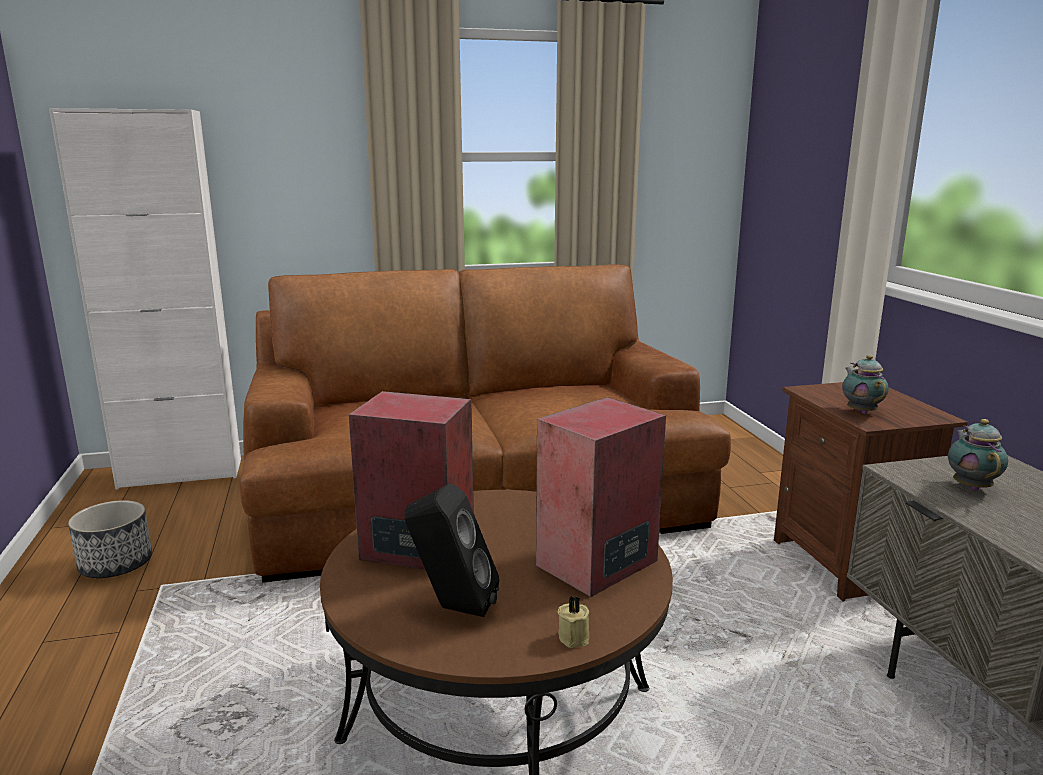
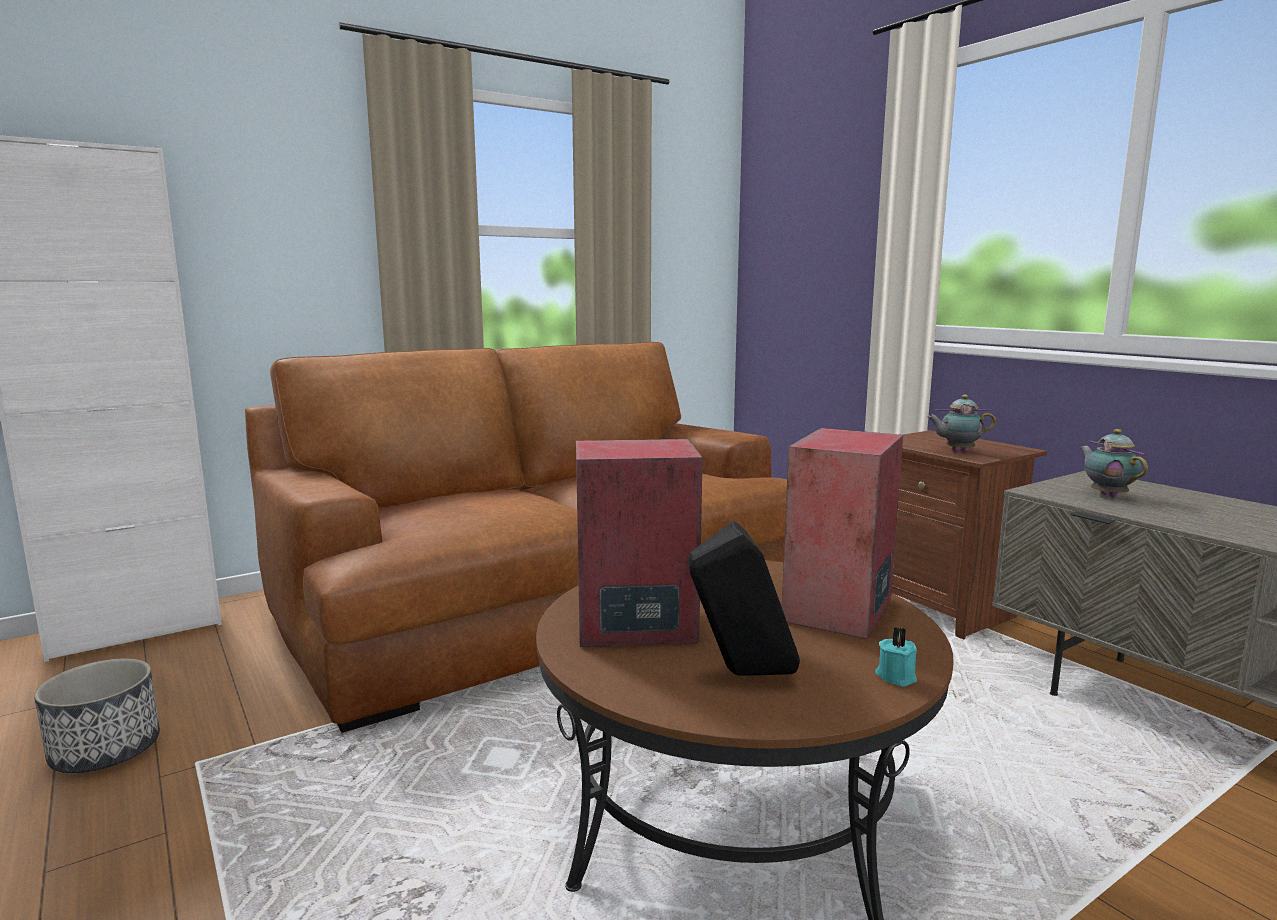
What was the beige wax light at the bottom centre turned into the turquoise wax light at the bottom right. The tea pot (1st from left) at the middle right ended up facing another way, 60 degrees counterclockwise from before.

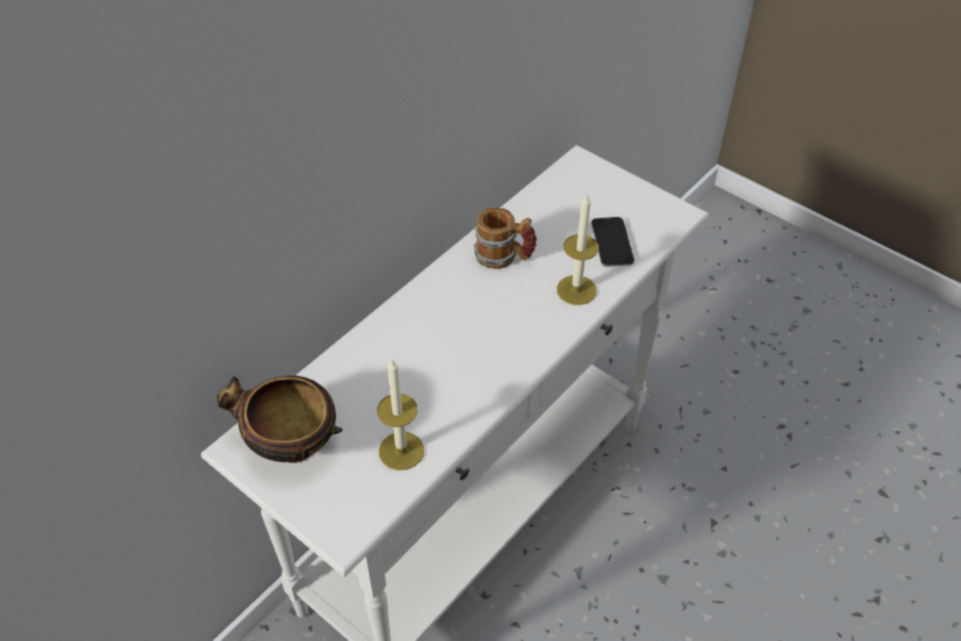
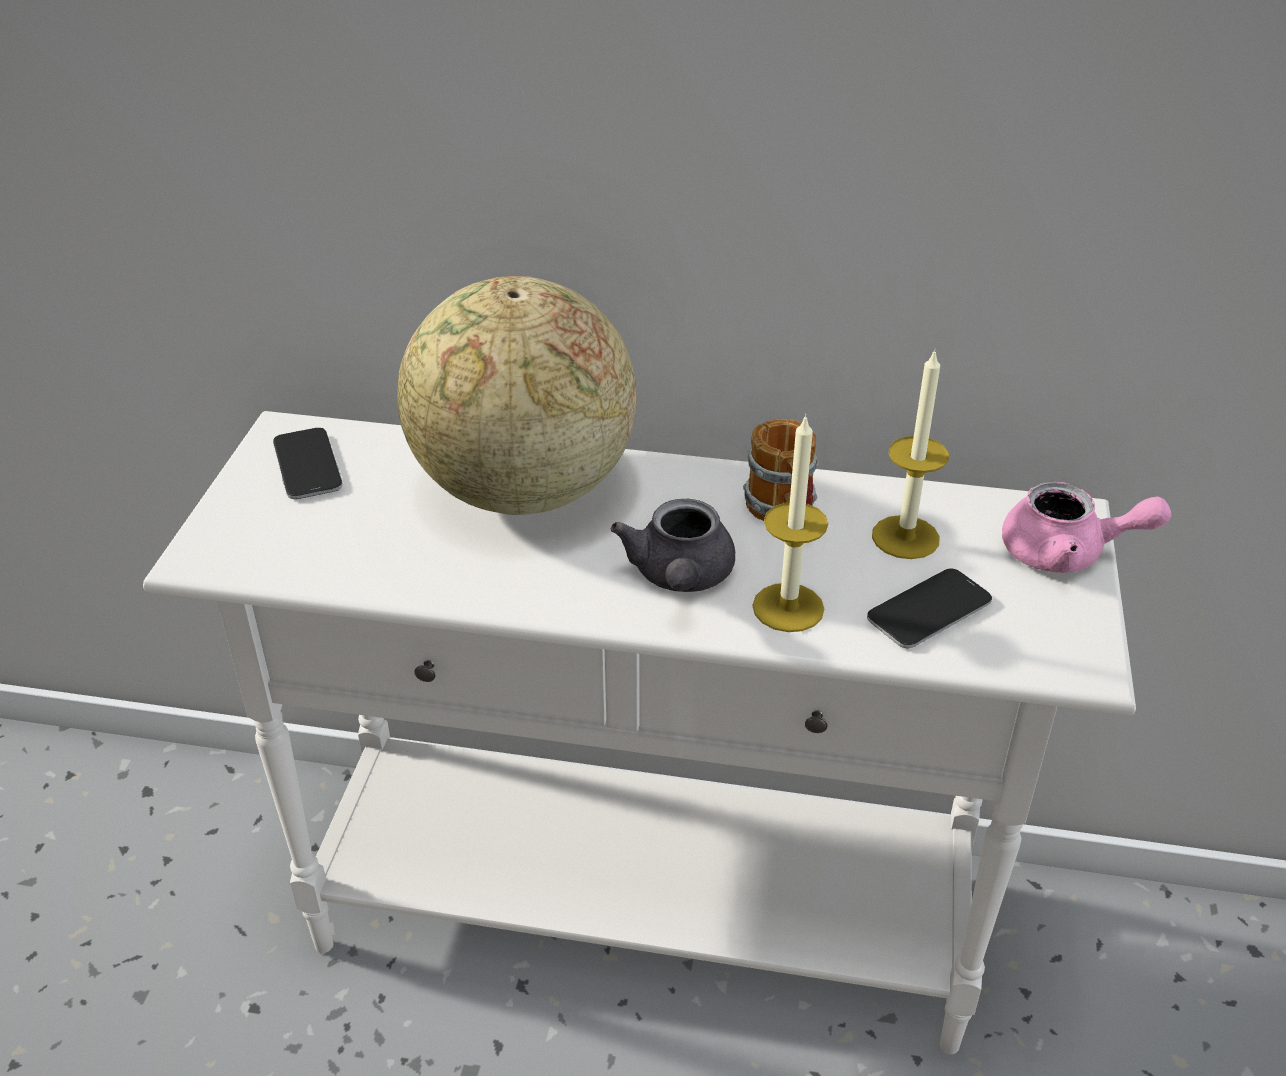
Where the bowl stood at the middle left, the telephone (1st from left) came to stand at the middle left. The wax light (1st from left in the first image) ended up elsewhere, having gone from the centre to the middle right. The second view gained the desk globe at the centre. The second view gained the grey tea pot at the centre. The second view gained the pinkish tea pot at the middle right.

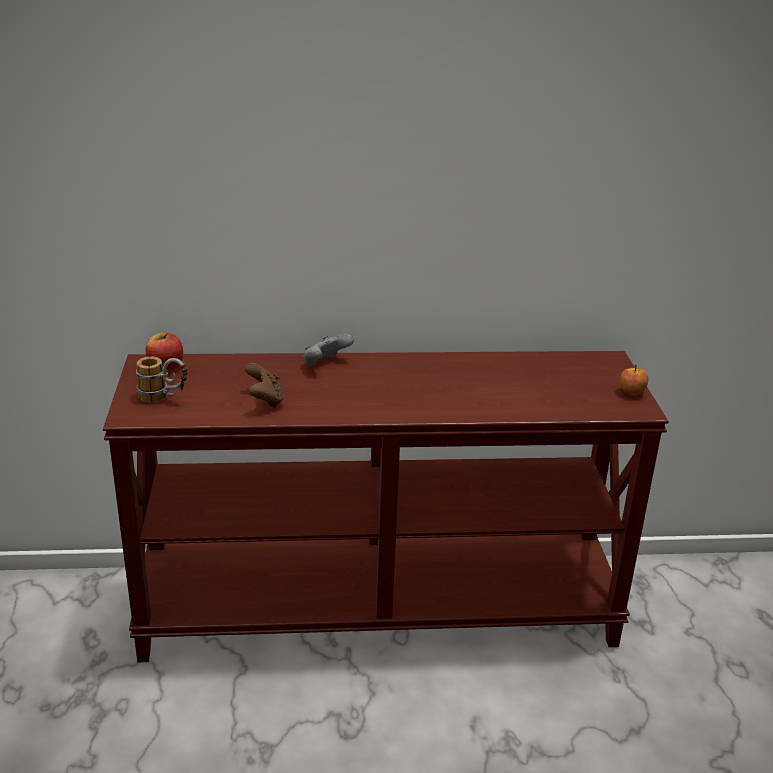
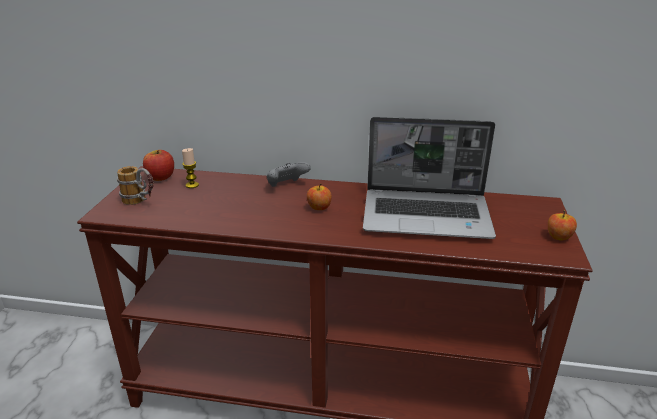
The second view lost the brown gamepad at the centre. The second view gained the wax light at the middle left. The second view gained the apple (2nd from left) at the centre. The second view gained the laptop at the centre.

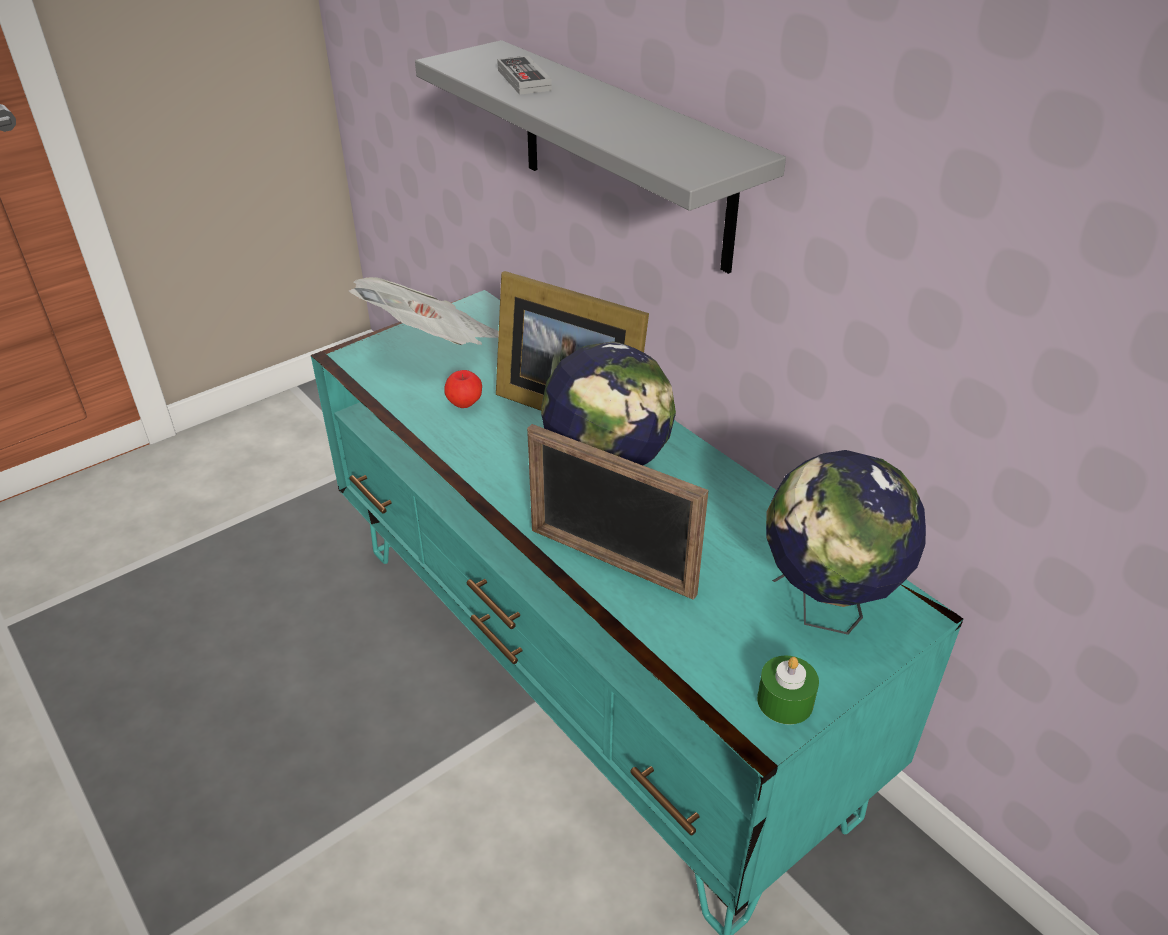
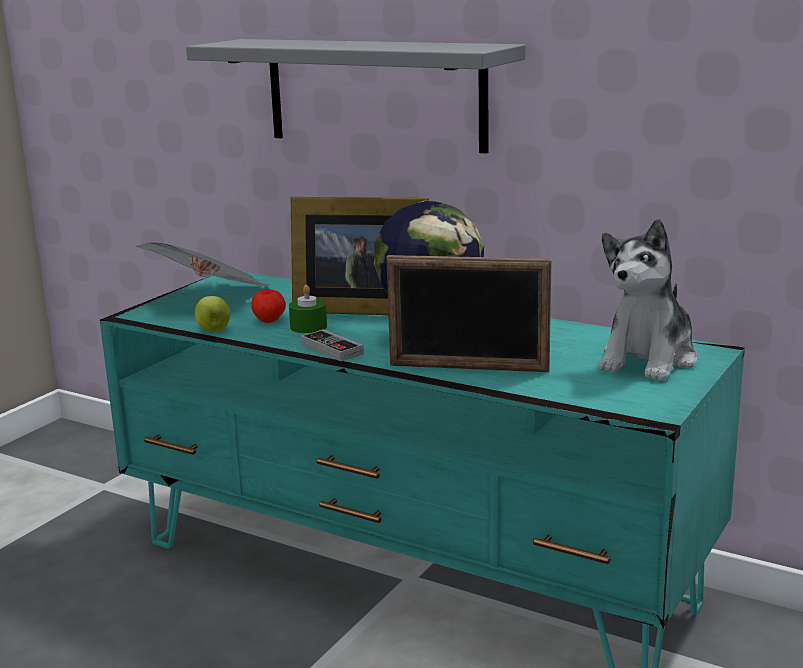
The gamepad ended up elsewhere, having gone from the top centre to the centre. The greenish wax light ended up elsewhere, having gone from the bottom right to the centre. Where the desk globe (2nd from left) stood at the middle right, the plush toy came to stand at the middle right. The second view gained the apple (1st from left) at the middle left.

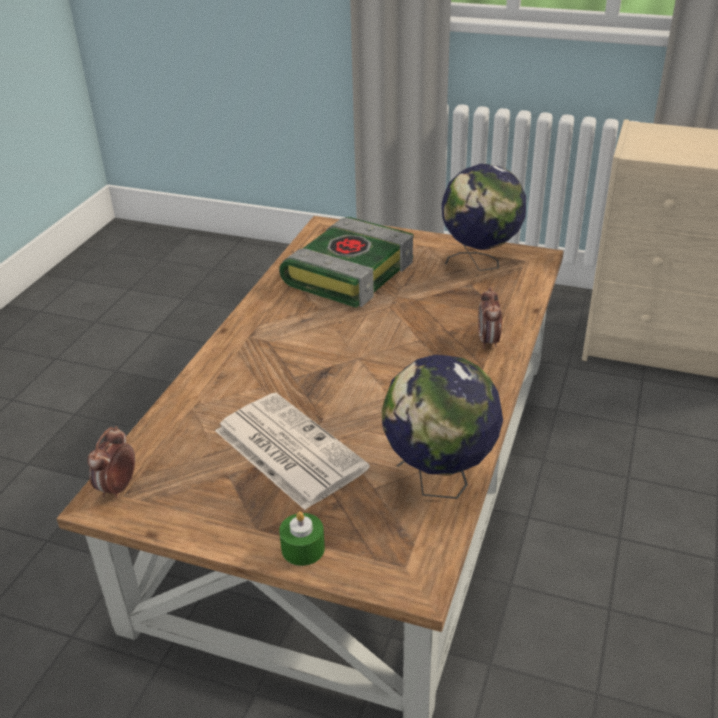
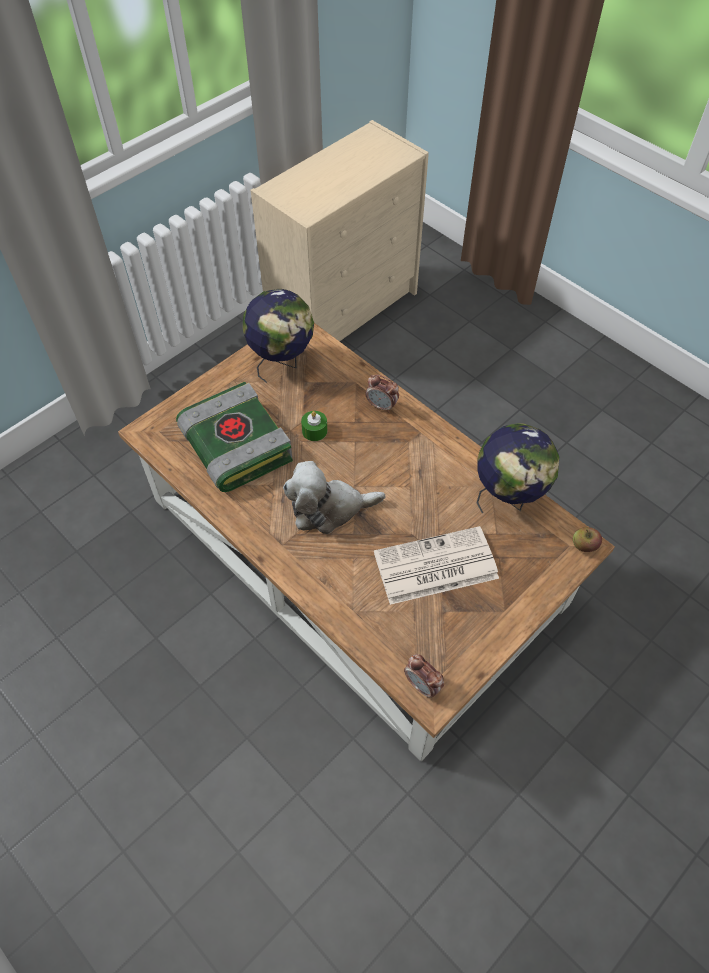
The greenish wax light ended up elsewhere, having gone from the bottom centre to the centre. The second view gained the plush toy at the centre. The second view gained the apple at the middle right.

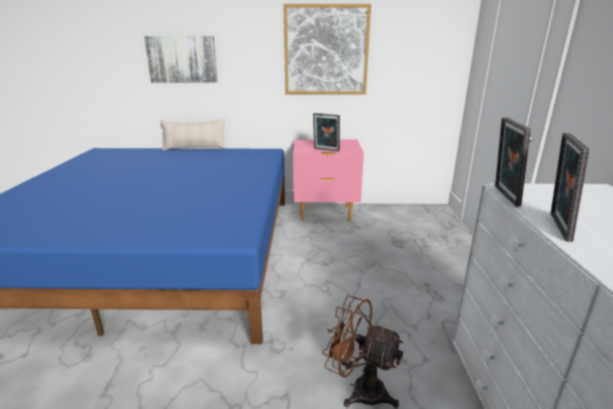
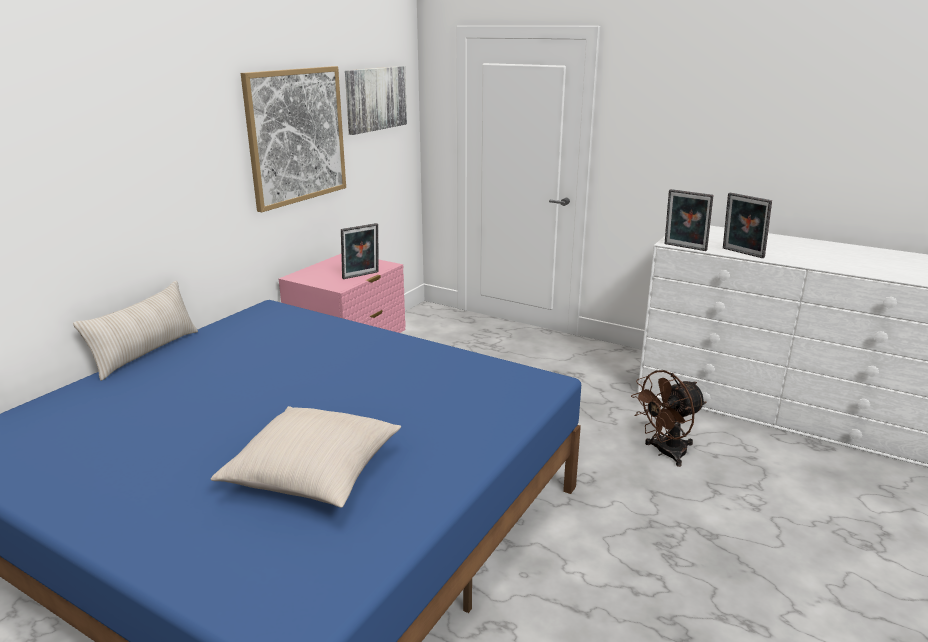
The wall picture (1st from left in the first image) ended up elsewhere, having gone from the top left to the top centre. The second view gained the beige throw pillow (2nd from left) at the bottom left.

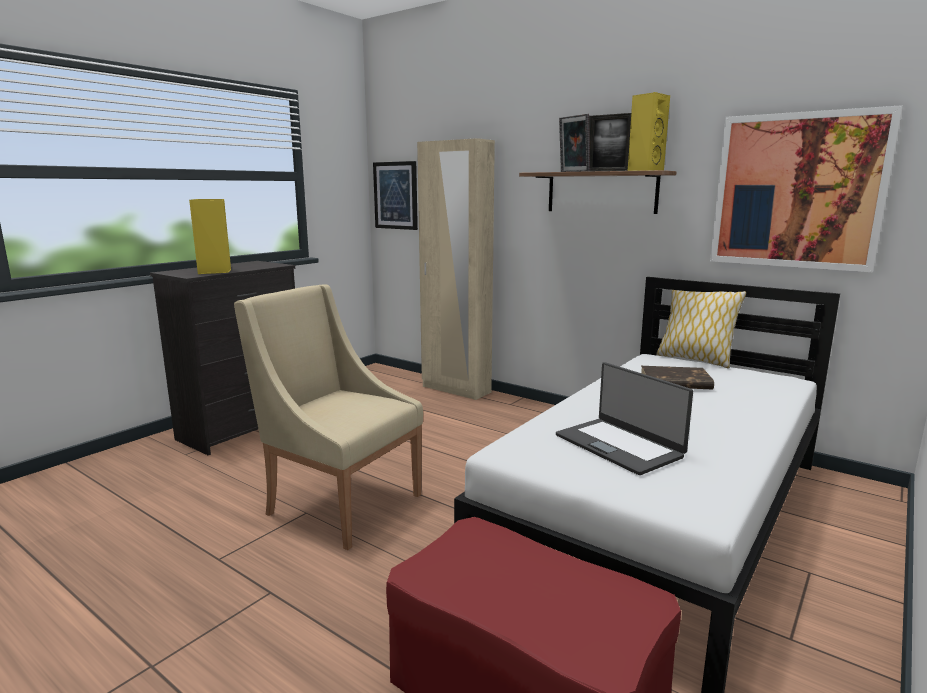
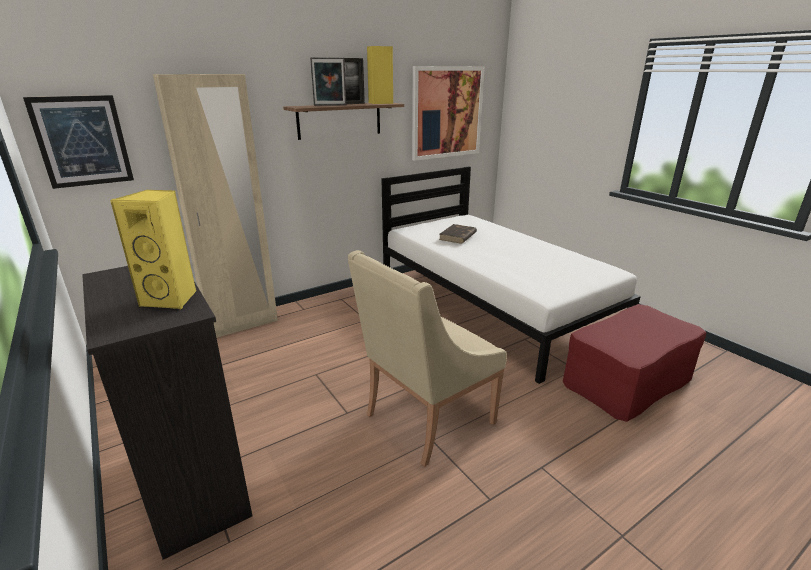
The second view lost the laptop at the middle right. The second view lost the throw pillow at the middle right.

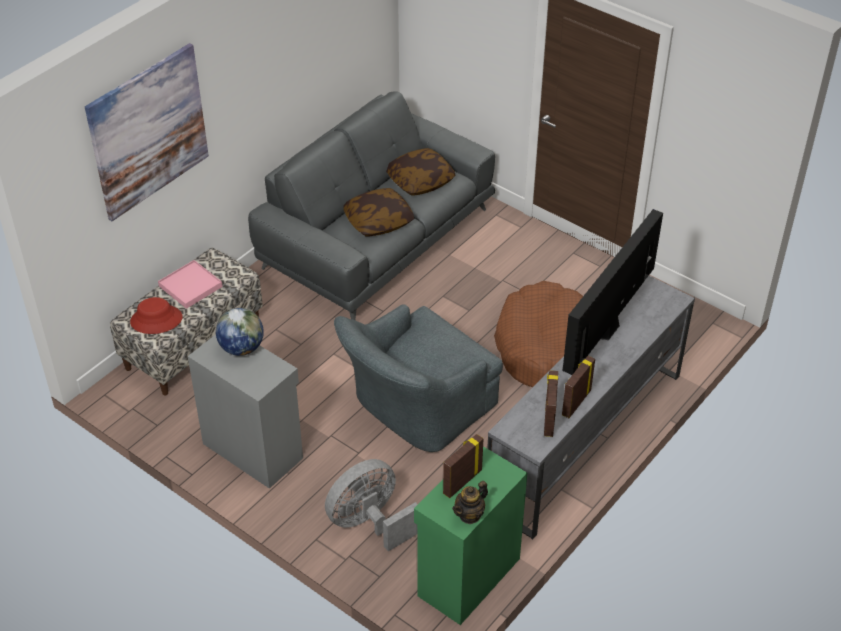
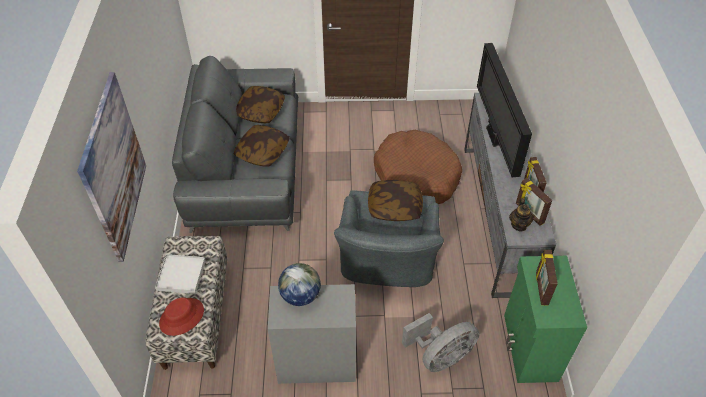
What was the pinkish serving tray at the middle left turned into the whitish serving tray at the bottom left. The grey electric fan at the bottom centre ended up facing another way, 135 degrees counterclockwise from before. The tea pot ended up elsewhere, having gone from the bottom centre to the middle right. The second view gained the throw pillow (3rd from left) at the centre.

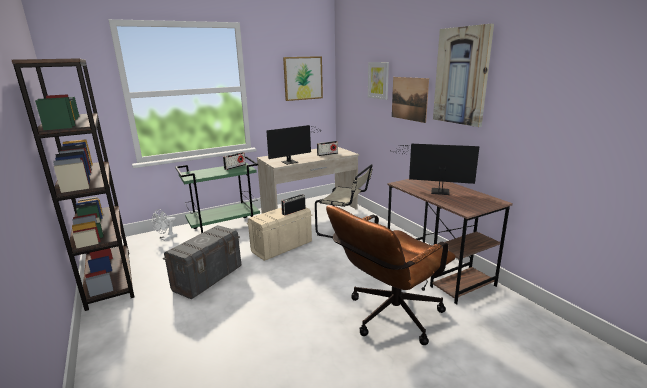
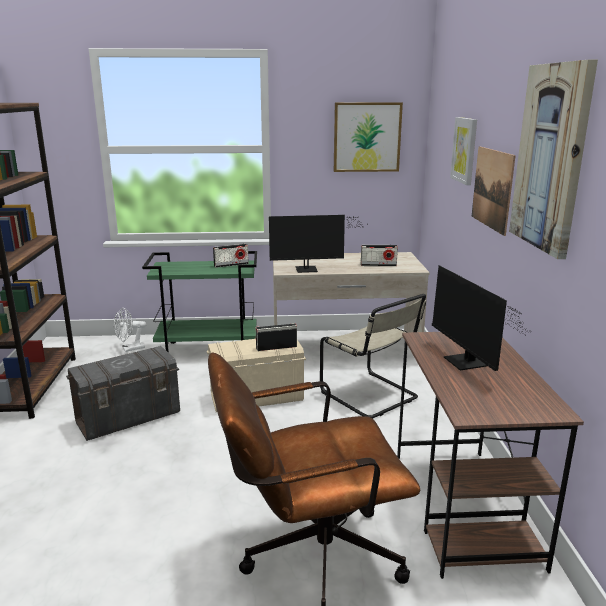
The computer display (2nd from left) at the middle right ended up facing another way, 150 degrees counterclockwise from before.

